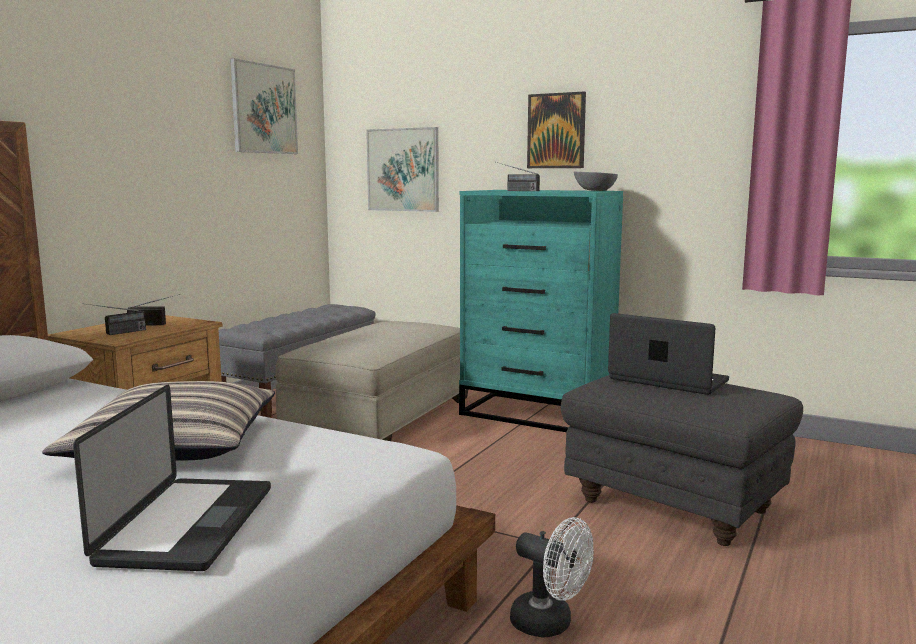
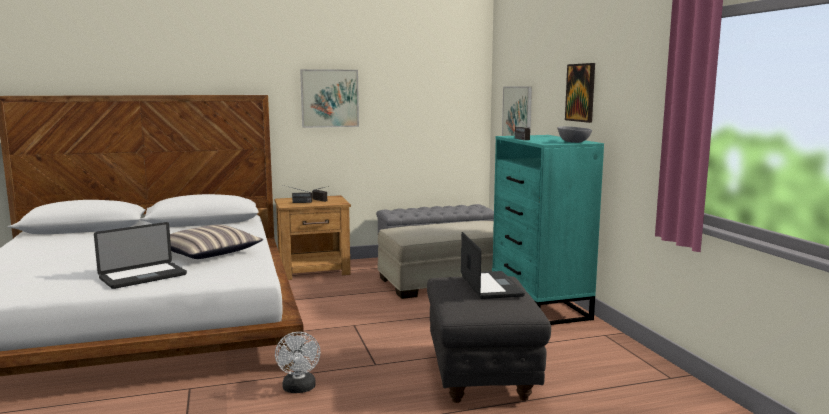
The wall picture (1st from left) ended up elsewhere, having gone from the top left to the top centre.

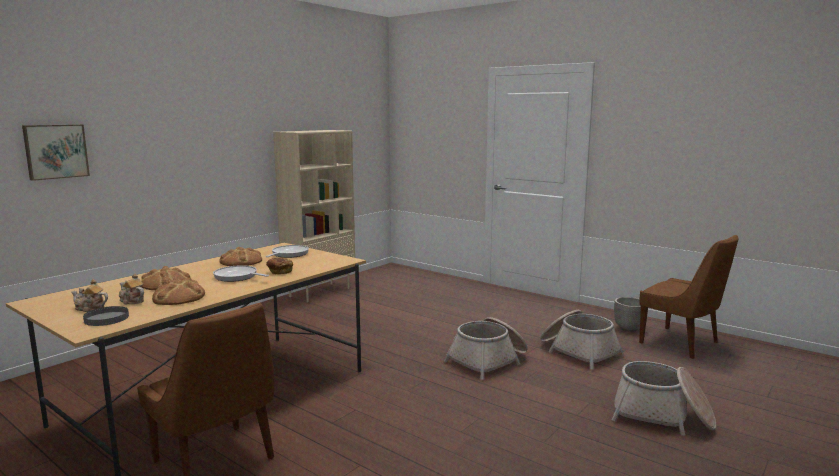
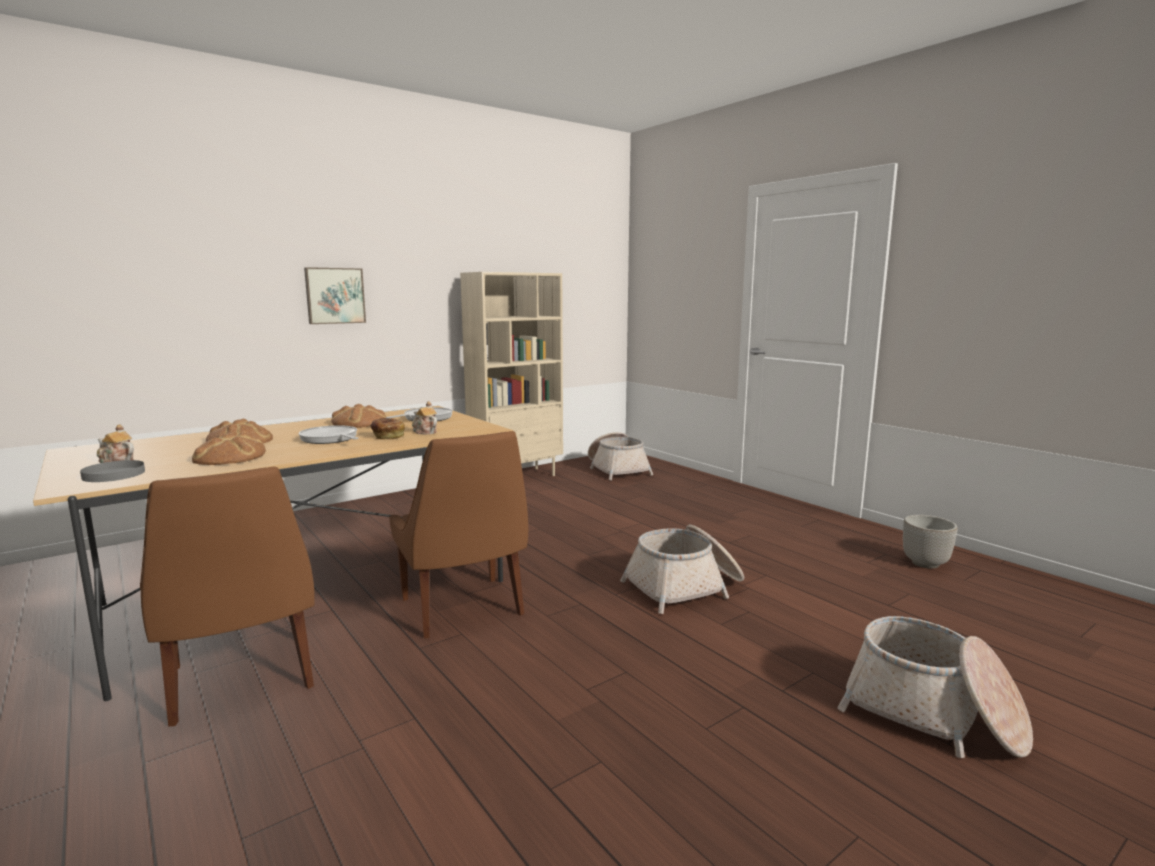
The wall picture ended up elsewhere, having gone from the top left to the middle left. The tea pot (2nd from left) ended up elsewhere, having gone from the middle left to the centre. The storage basket (2nd from left in the first image) ended up elsewhere, having gone from the bottom right to the centre. The brown plain chair (2nd from left) ended up elsewhere, having gone from the middle right to the centre.

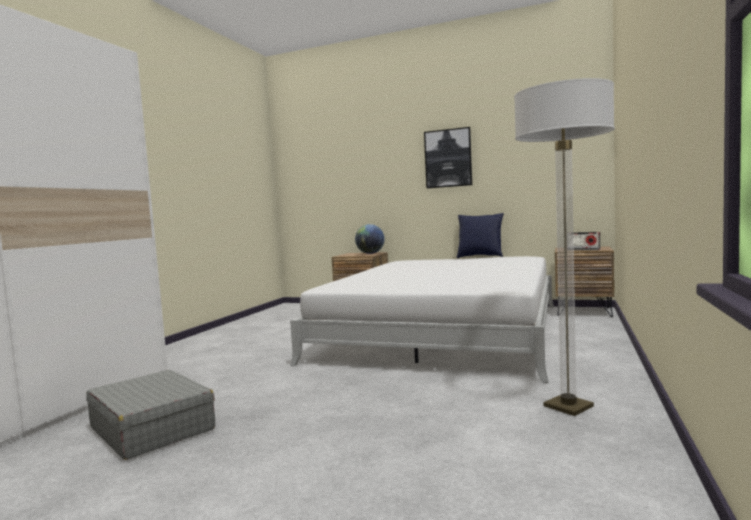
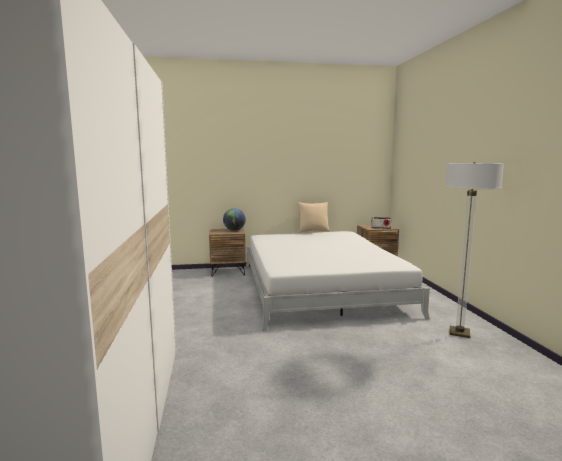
The second view lost the grey piece of luggage at the bottom left. The second view lost the wall picture at the top centre. What was the blue-coloured throw pillow at the centre turned into the beige throw pillow at the centre.

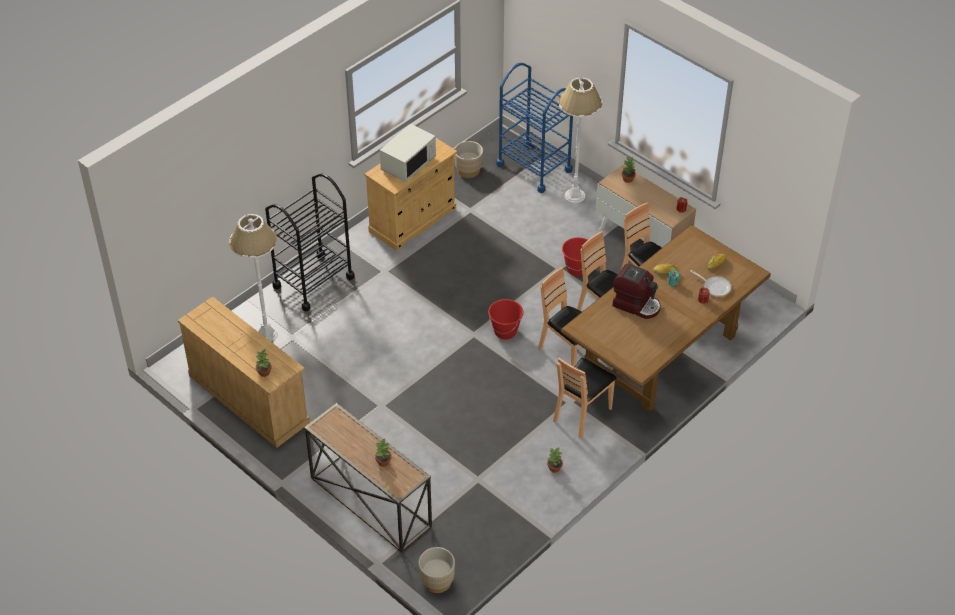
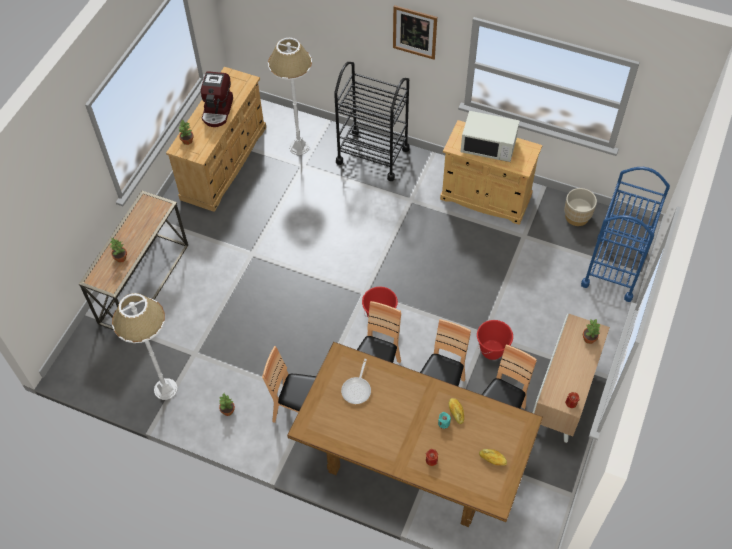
The second view lost the beige planter (1st from left) at the bottom centre. The whitish standard lamp (2nd from left in the first image) ended up elsewhere, having gone from the top centre to the middle left. The coffee machine ended up elsewhere, having gone from the centre to the top left. The pan ended up elsewhere, having gone from the middle right to the bottom centre. The second view gained the wall picture at the top centre.

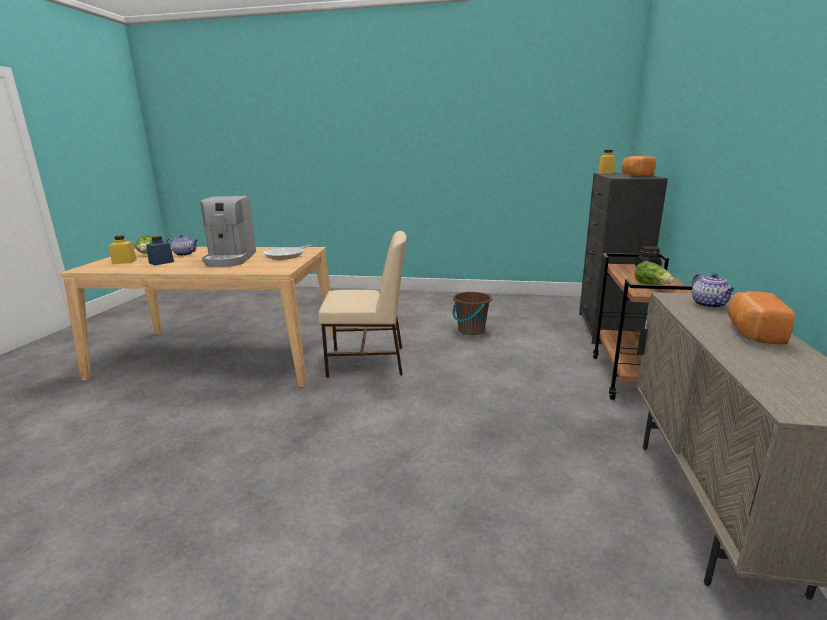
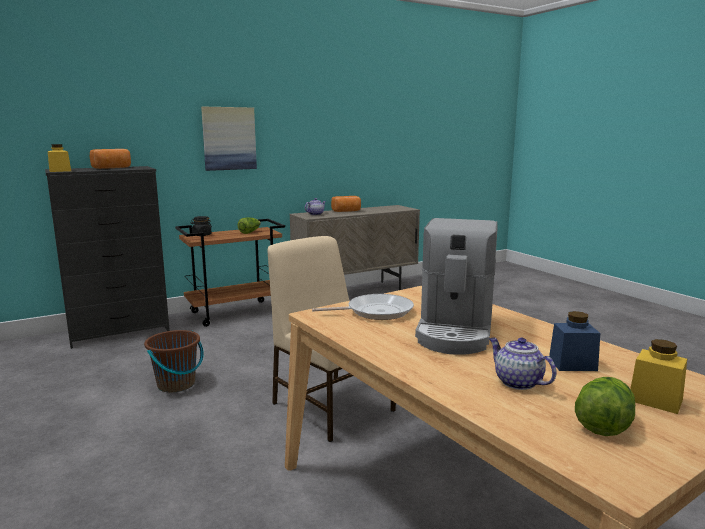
The coffee machine at the middle left ended up facing another way, 150 degrees clockwise from before. The second view gained the wall picture at the top left.

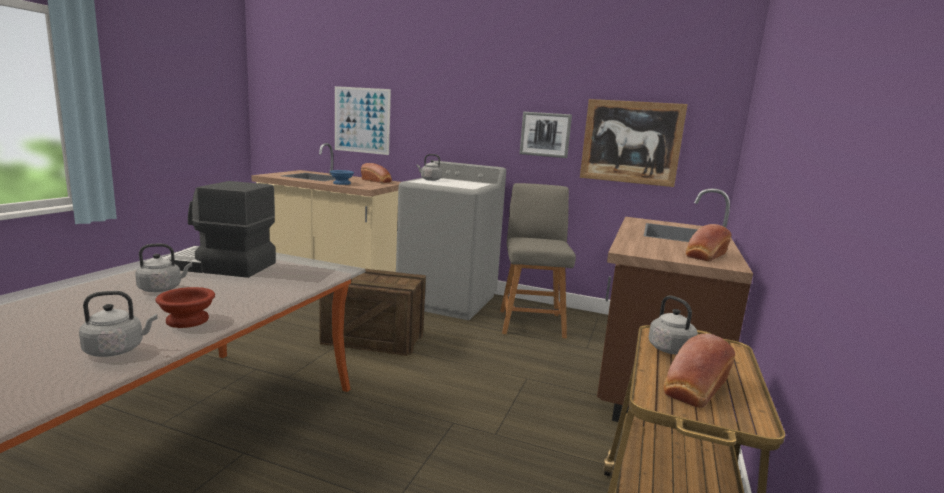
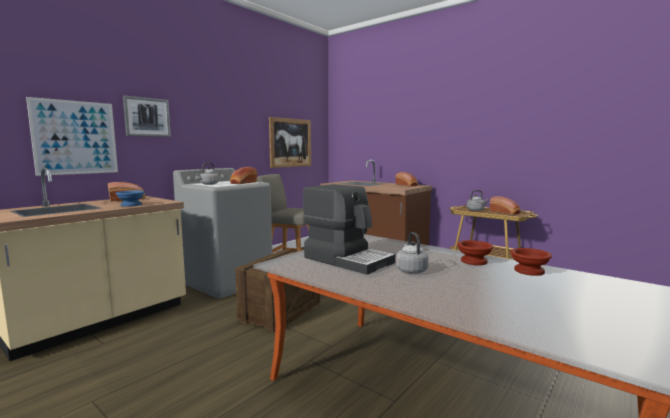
Where the grey kettle (1st from left) stood at the middle left, the brown bowl (2nd from left) came to stand at the middle right. The coffee machine at the middle left ended up facing another way, 75 degrees counterclockwise from before. The wall picture (2nd from left) ended up elsewhere, having gone from the top centre to the top left. The second view gained the baked bread (2nd from left) at the centre.

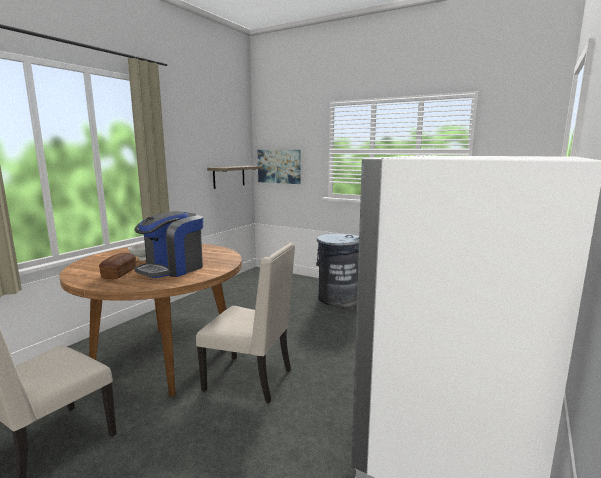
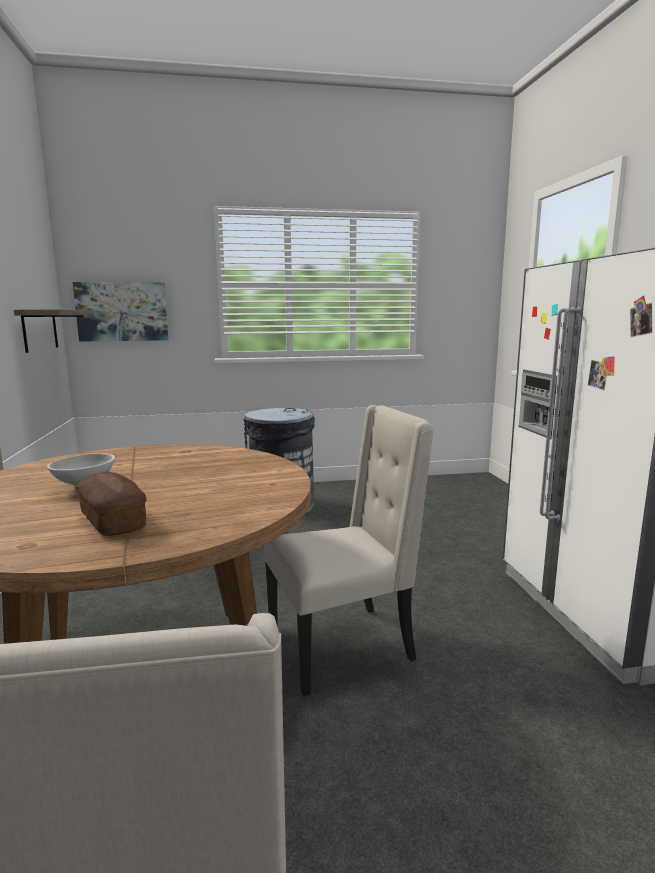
The second view lost the coffee machine at the middle left.

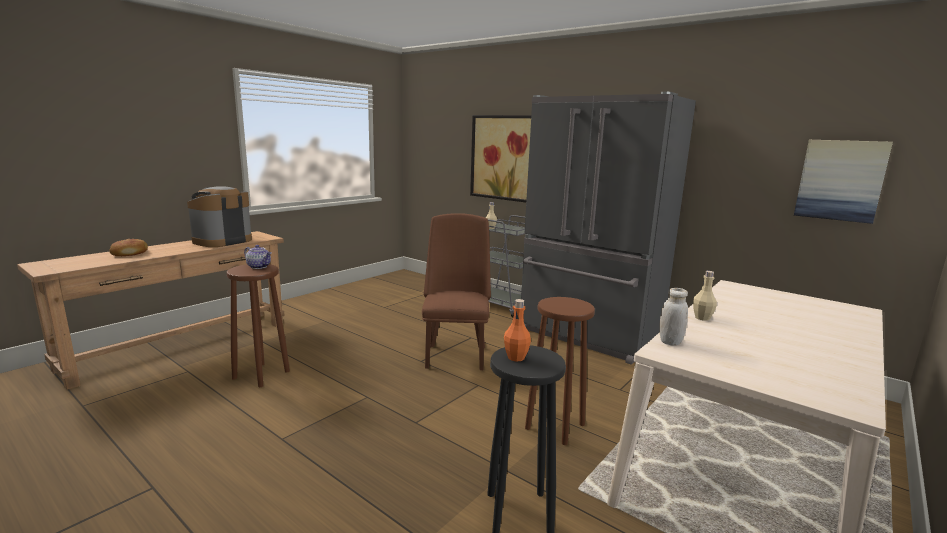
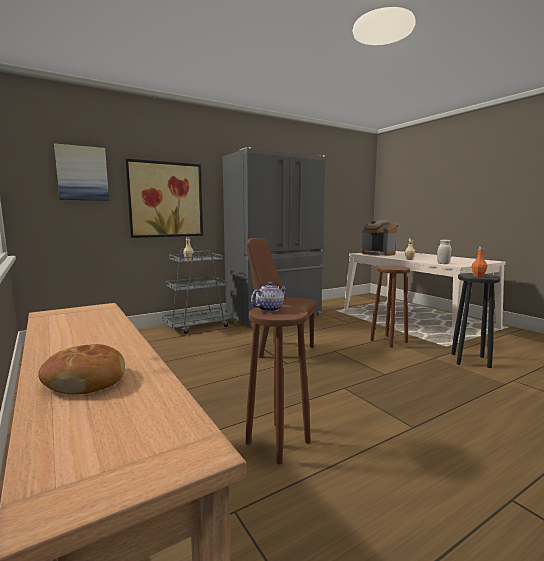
The coffee machine ended up elsewhere, having gone from the middle left to the middle right. The wall picture (2nd from left in the first image) ended up elsewhere, having gone from the middle right to the top left.

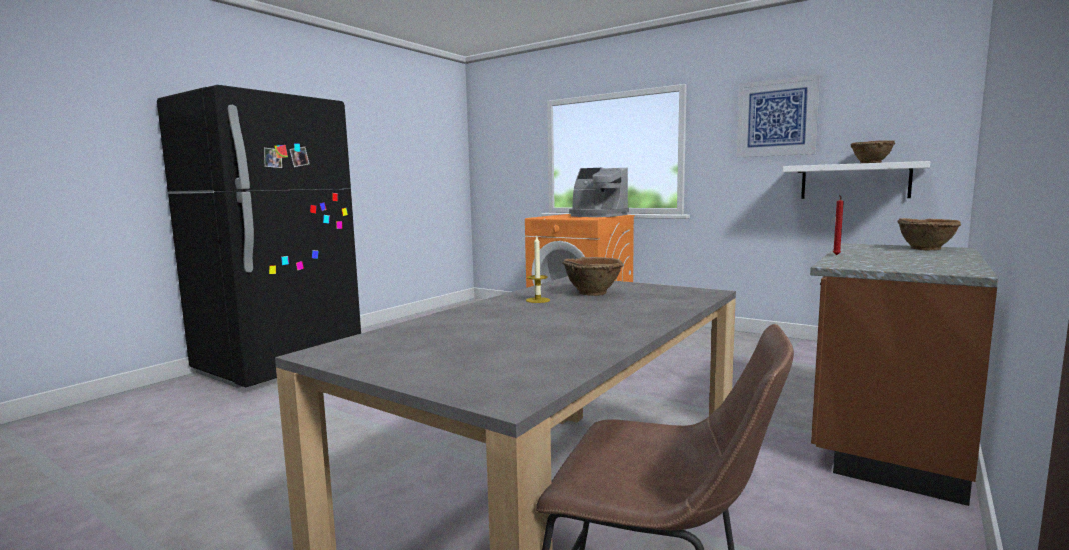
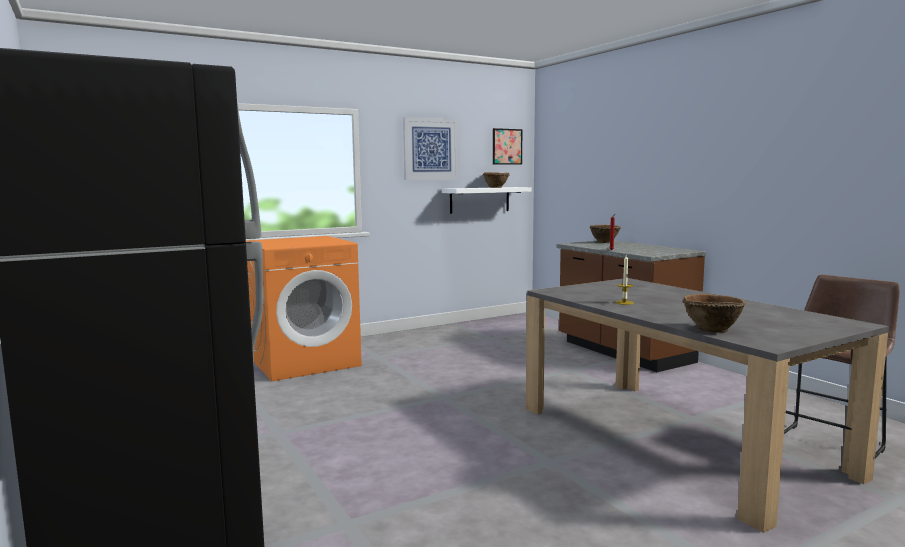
The brown bowl (1st from left in the first image) ended up elsewhere, having gone from the centre to the middle right. The second view lost the coffee machine at the centre. The second view gained the wall picture (2nd from left) at the top centre.

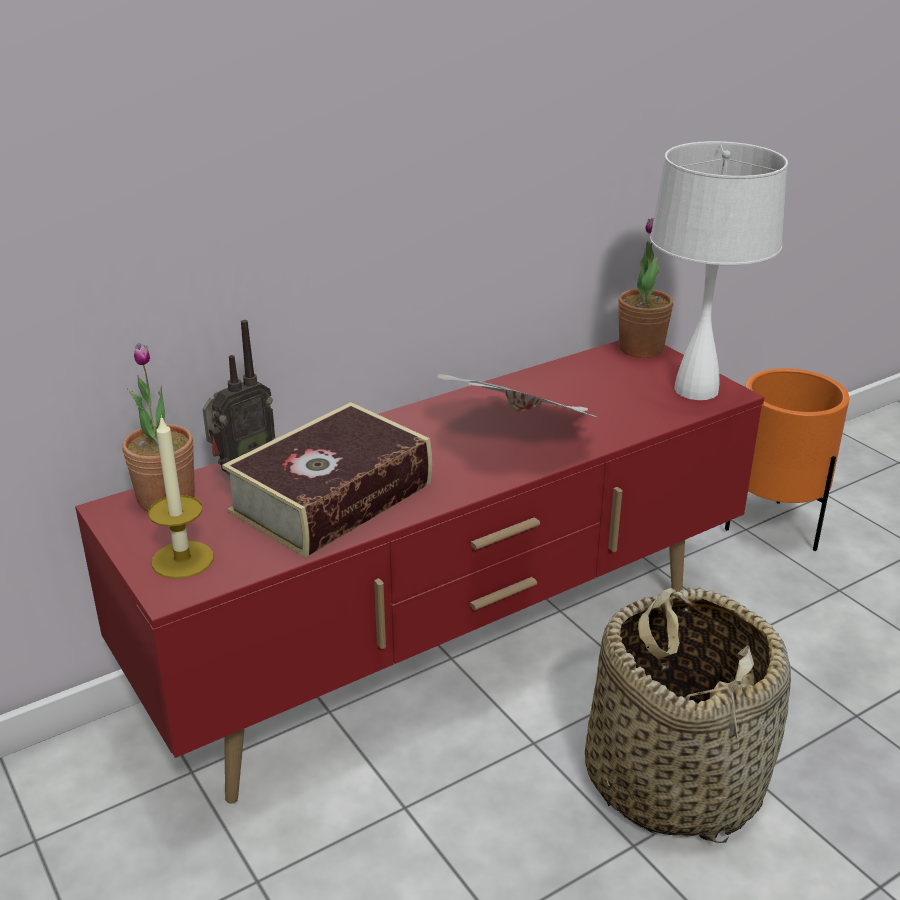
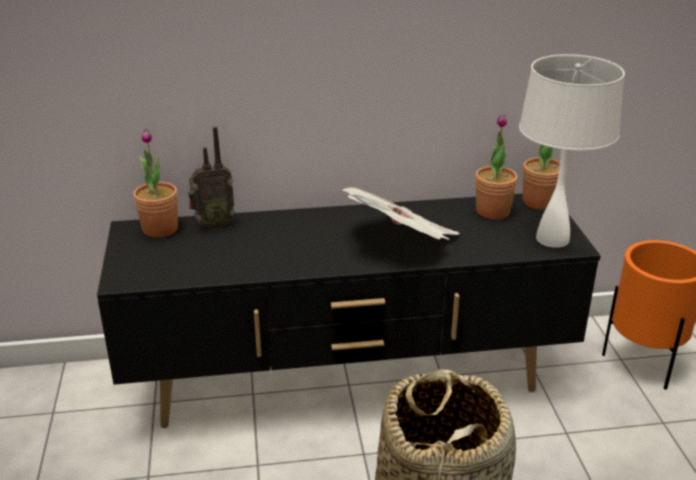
What was the red-coloured tv unit at the centre turned into the blackish tv unit at the centre. The second view lost the wax light at the middle left. The second view lost the bound book at the centre. The second view gained the potted plant (2nd from left) at the middle right.

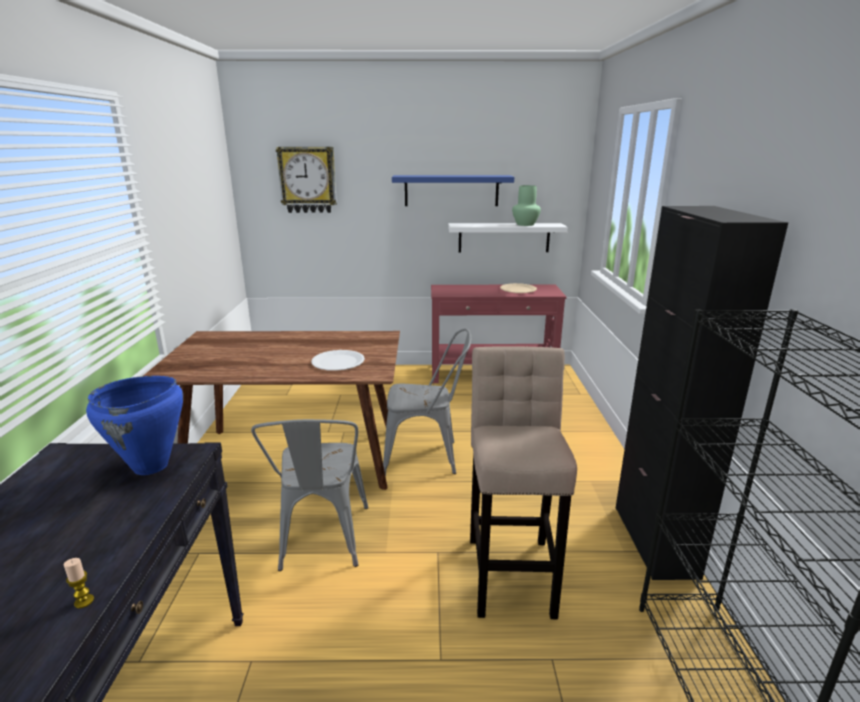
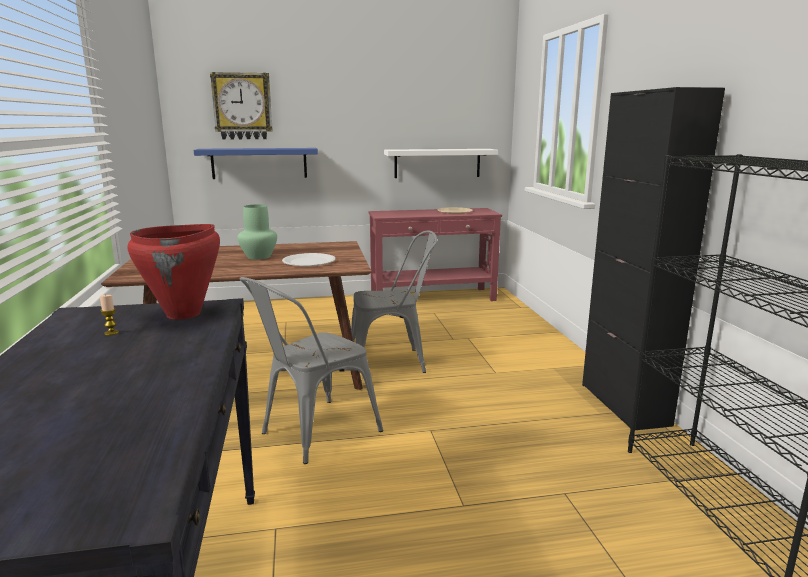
The wax light ended up elsewhere, having gone from the bottom left to the middle left. What was the blue-coloured saucepot at the middle left turned into the red-coloured saucepot at the middle left. The grey plain chair (1st from left) at the bottom centre ended up facing another way, 60 degrees clockwise from before. The blue-coloured shelf ended up elsewhere, having gone from the top centre to the top left. The second view lost the beige stool seat at the bottom centre. The greenish decorative vase ended up elsewhere, having gone from the top centre to the middle left.

